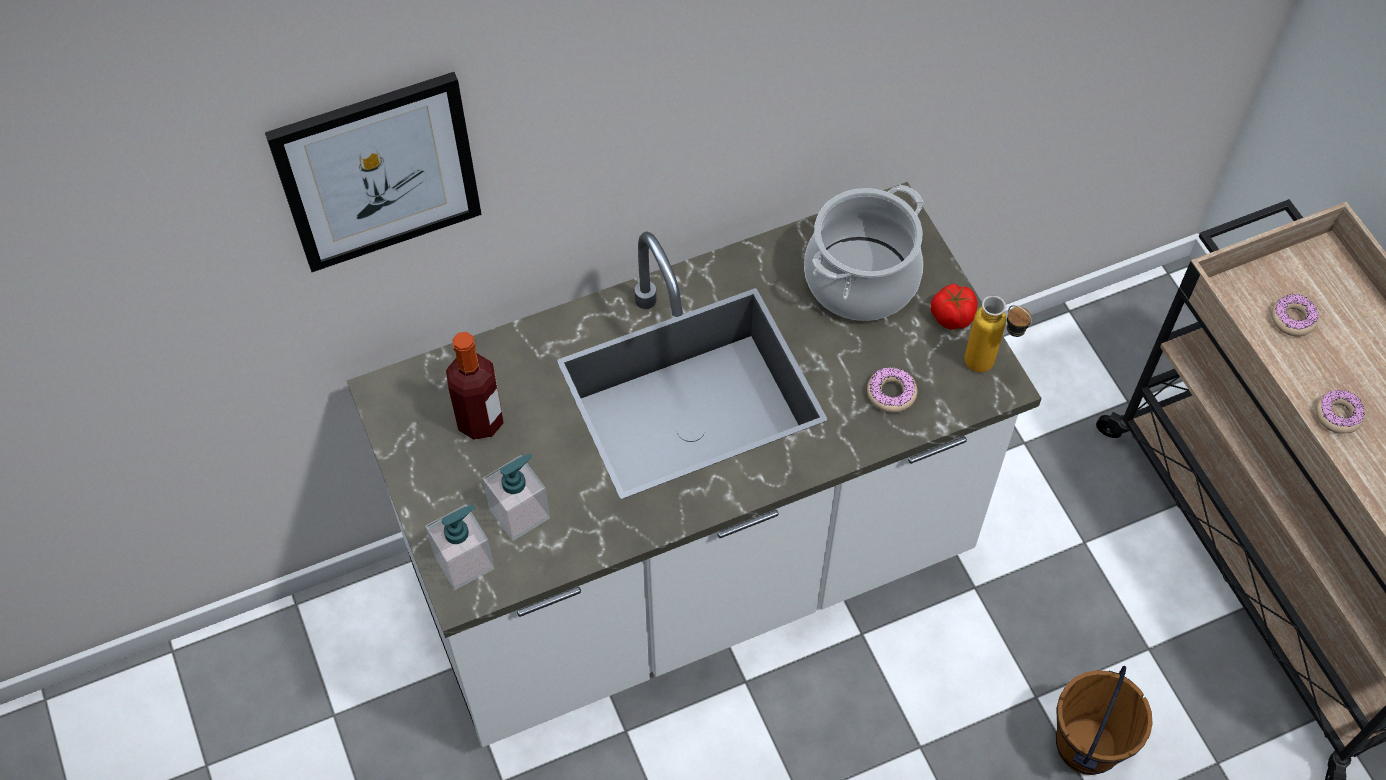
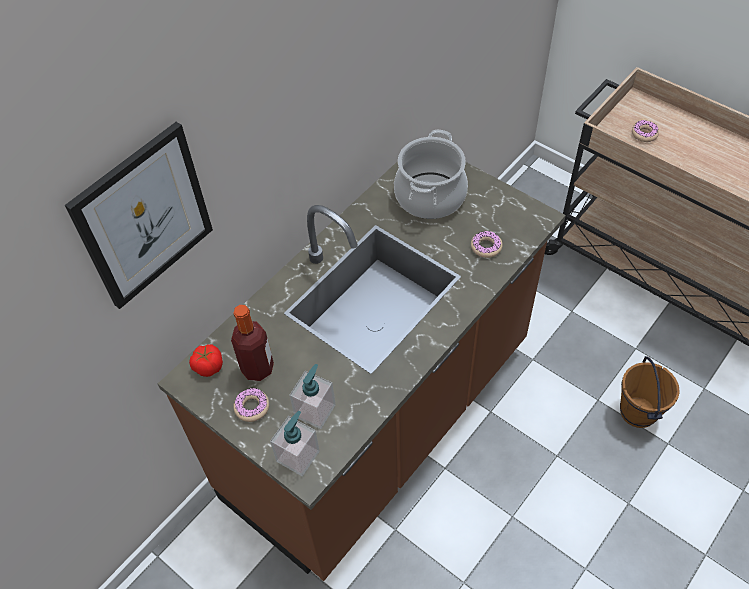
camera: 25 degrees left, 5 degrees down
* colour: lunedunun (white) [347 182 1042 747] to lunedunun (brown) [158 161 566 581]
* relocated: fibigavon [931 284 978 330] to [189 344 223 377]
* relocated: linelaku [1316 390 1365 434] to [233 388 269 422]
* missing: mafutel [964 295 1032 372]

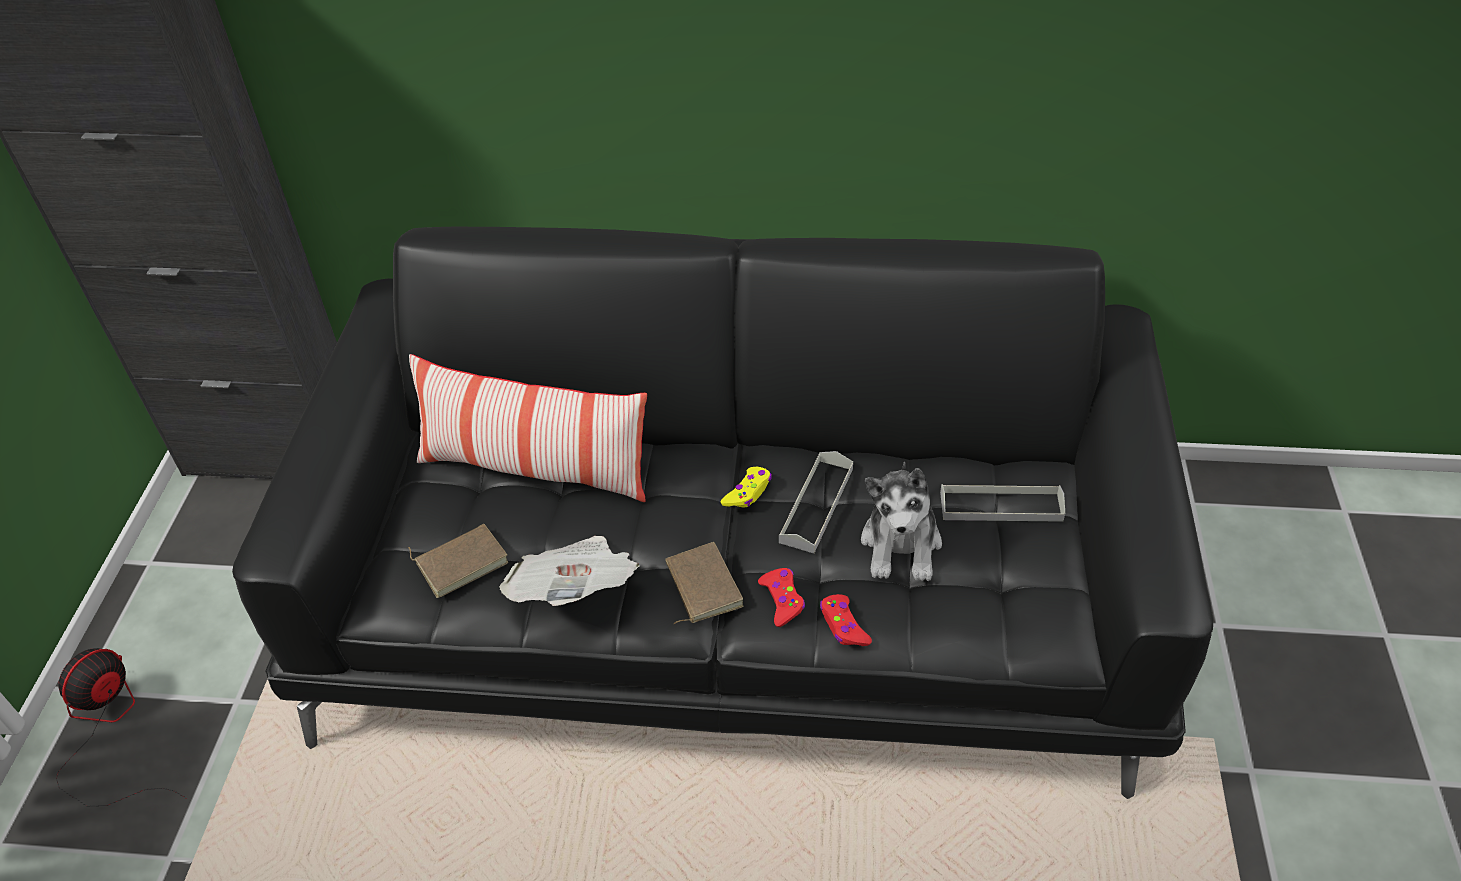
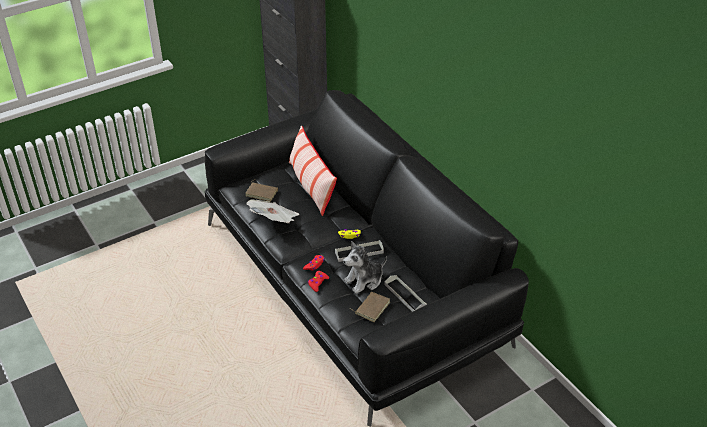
camera: 50 degrees right, 5 degrees down
* relocated: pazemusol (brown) [665 542 744 624] to [353 292 390 322]
* missing: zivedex [56 648 186 806]

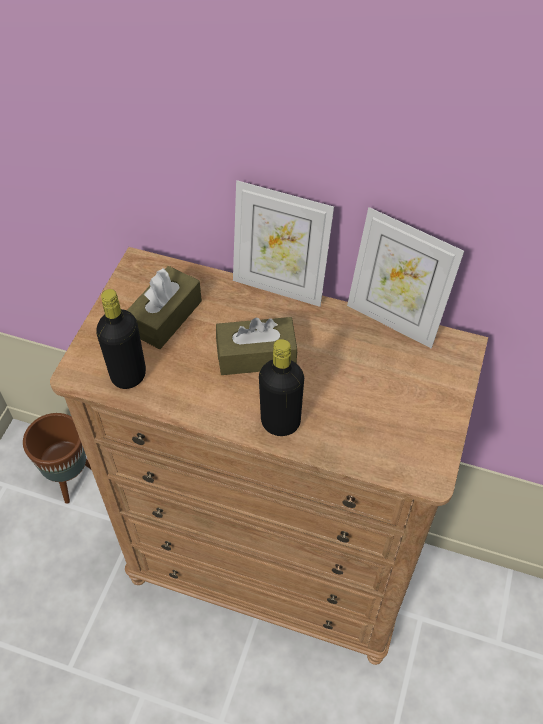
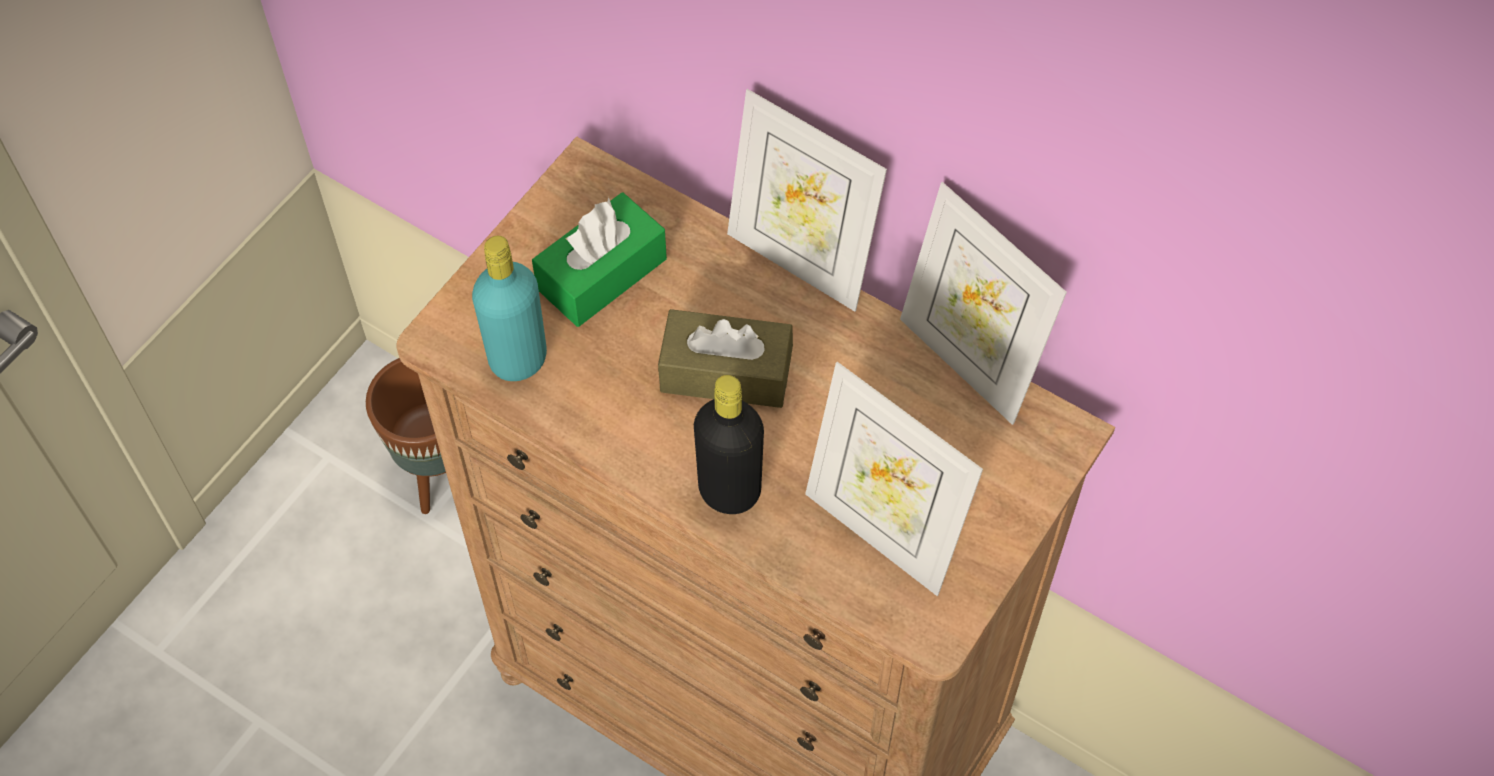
camera: 15 degrees right, 5 degrees up
* colour: mafutel (black) [96 289 146 389] to mafutel (turquoise) [472 236 547 381]
* colour: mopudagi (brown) [127 266 202 349] to mopudagi (green) [532 193 667 327]
* appeared: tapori [805 362 983 596]

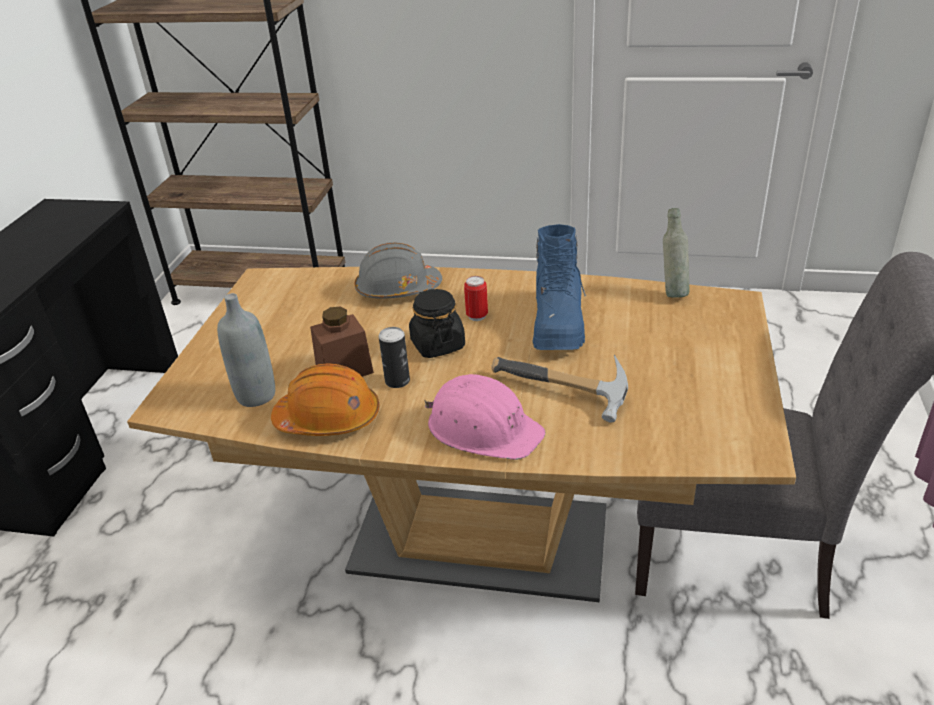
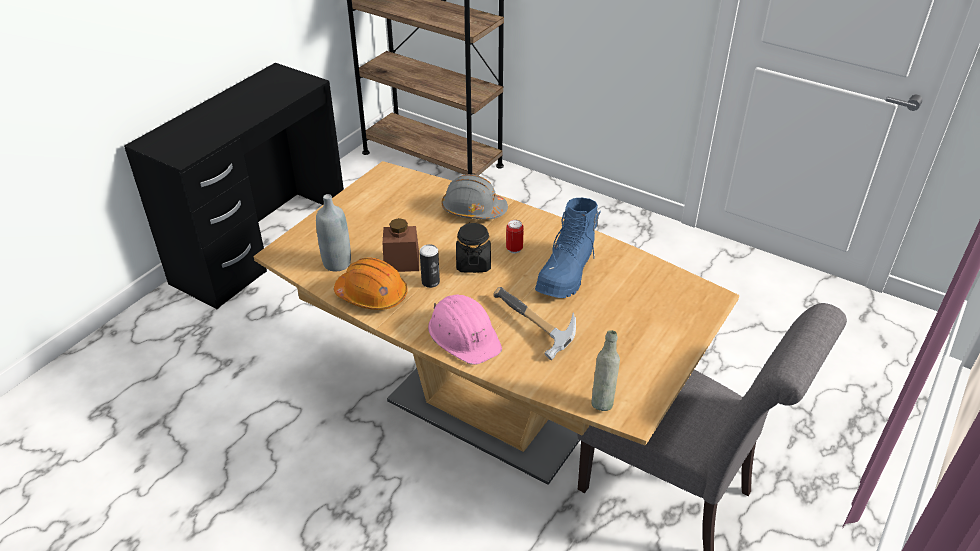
camera: 20 degrees right, 5 degrees up
* relocated: mafutel (grey) [663 208 690 298] to [592 330 620 411]

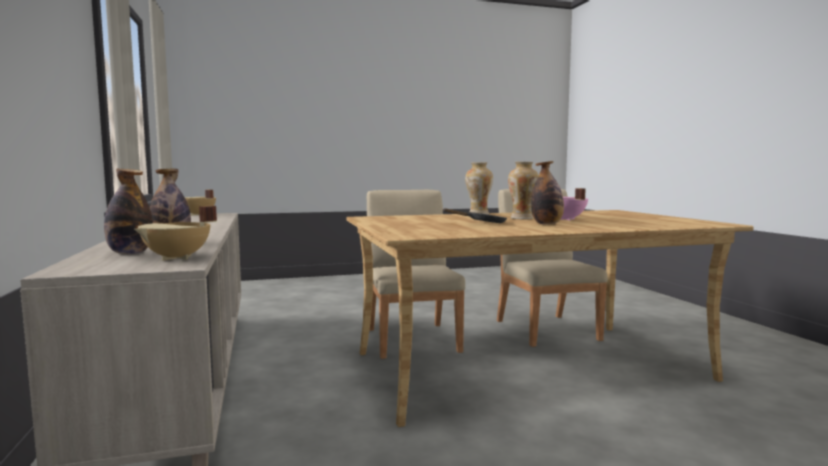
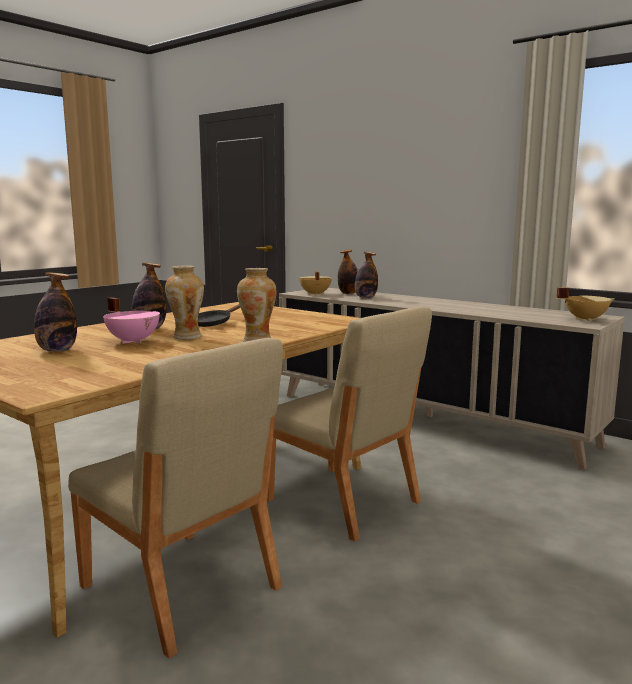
camera: 145 degrees right, 5 degrees up
* appeared: mafutel [34 273 77 352]

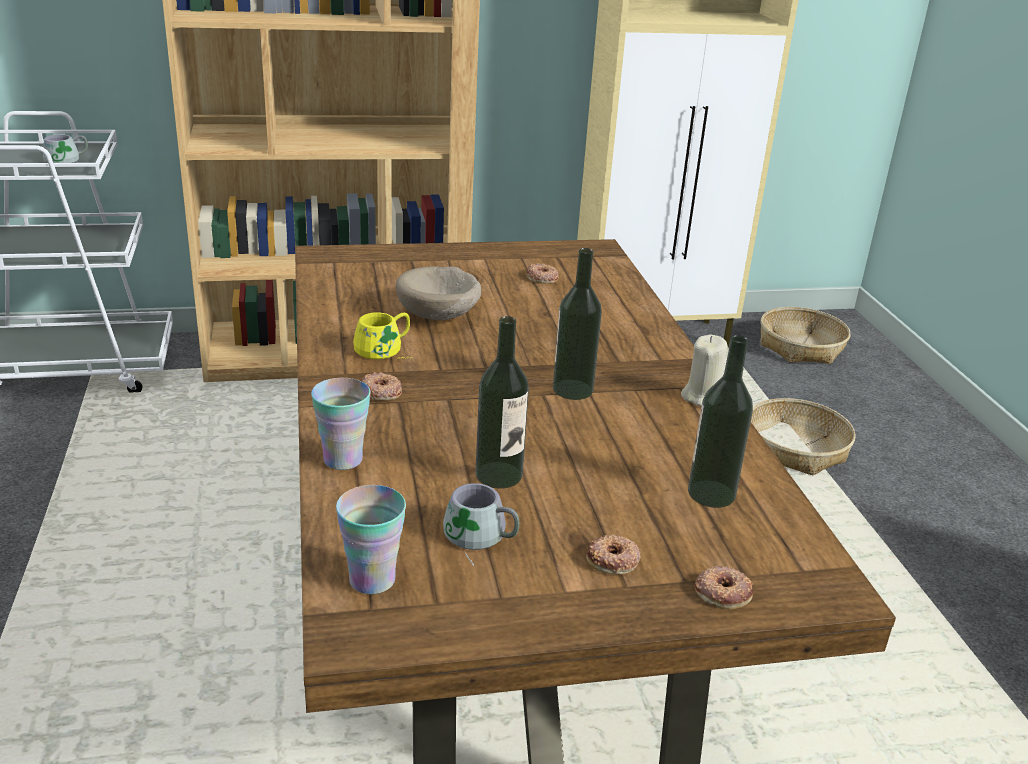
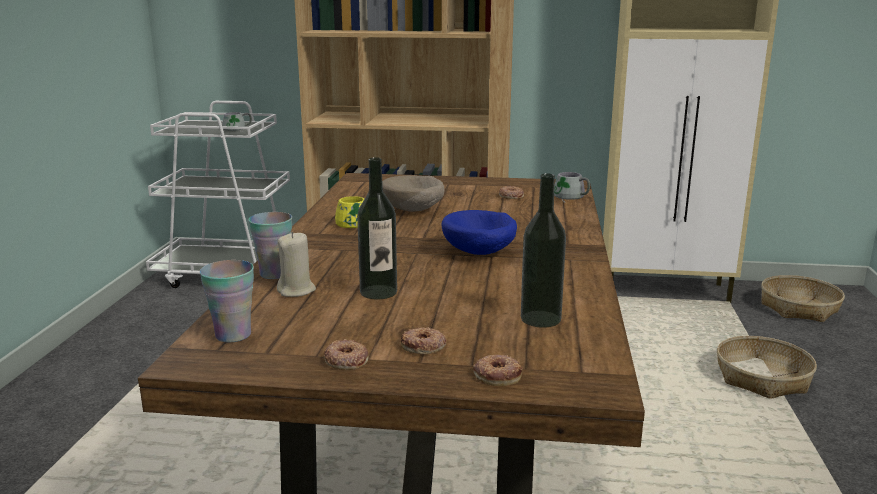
camera: 20 degrees right, 10 degrees down
* relocated: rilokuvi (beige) [681 335 727 406] to [277 232 316 297]
* relocated: linelaku [361 372 402 401] to [324 339 369 370]
* exchanged: mafutel [553 248 602 400] to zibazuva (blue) [442 210 517 255]
* relocated: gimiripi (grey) [443 483 519 566] to [554 172 590 202]

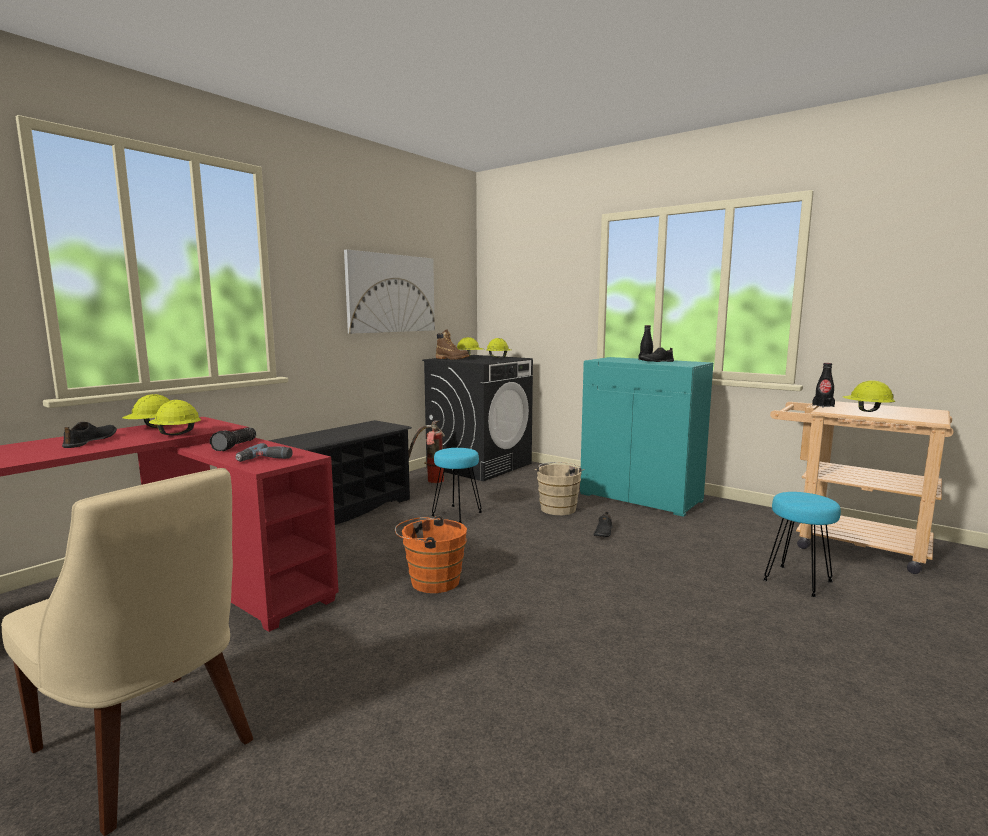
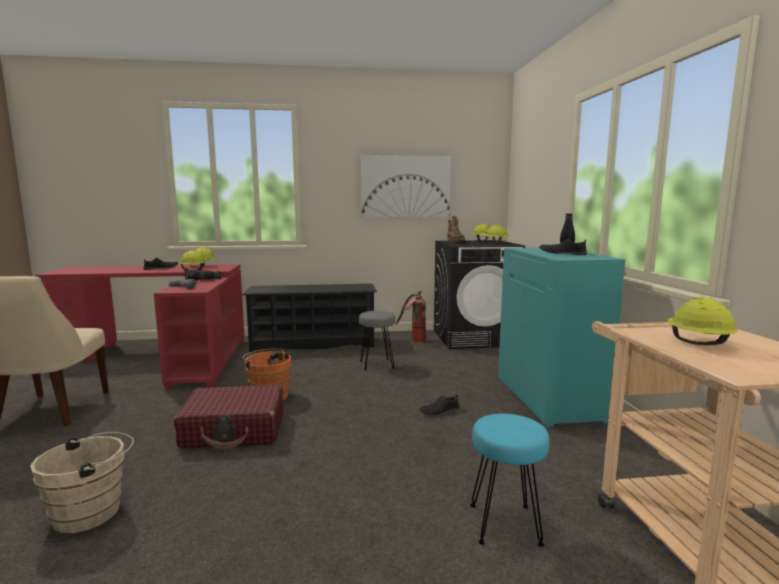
camera: 45 degrees right, 0 degrees up
* relocated: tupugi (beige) [535 462 584 515] to [30 432 134 533]
* appeared: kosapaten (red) [174 385 283 449]
* colour: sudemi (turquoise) [431 448 482 523] to sudemi (grey) [359 311 395 370]
* missing: mafutel (black) [812 363 835 407]

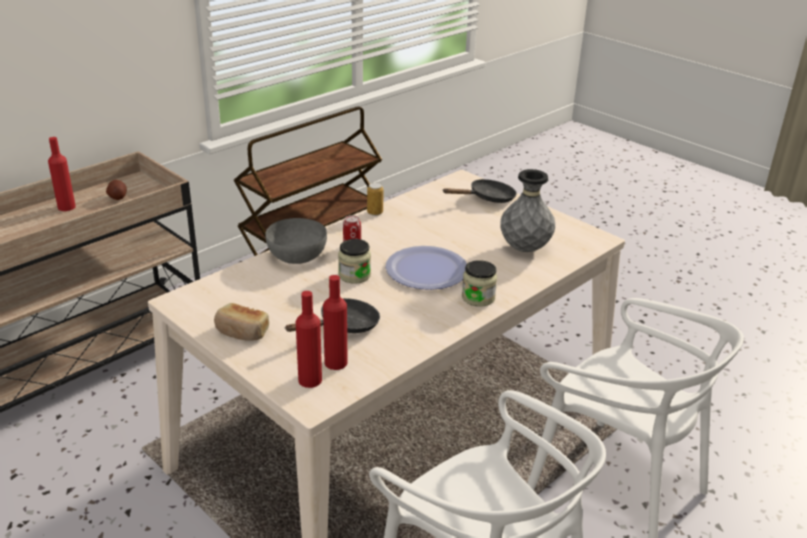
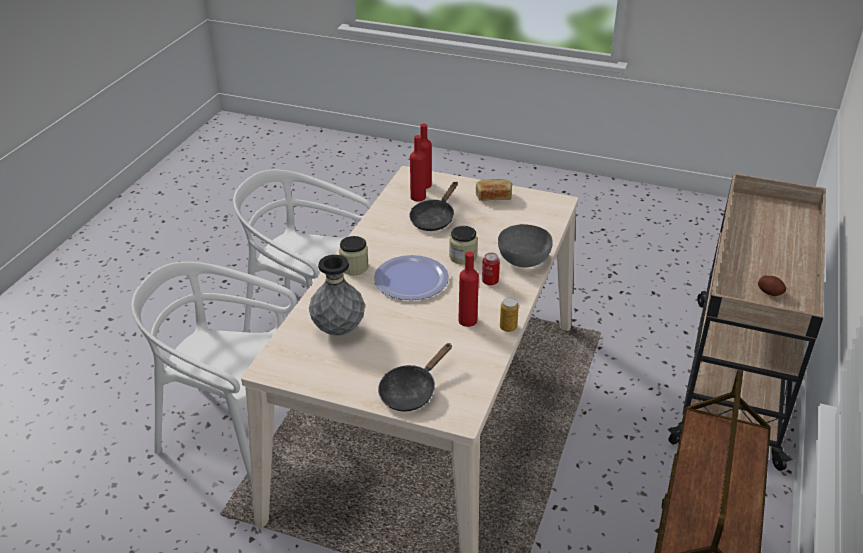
camera: 155 degrees right, 5 degrees up
* relocated: mafutel (red) [48 137 76 211] to [458 252 479 327]

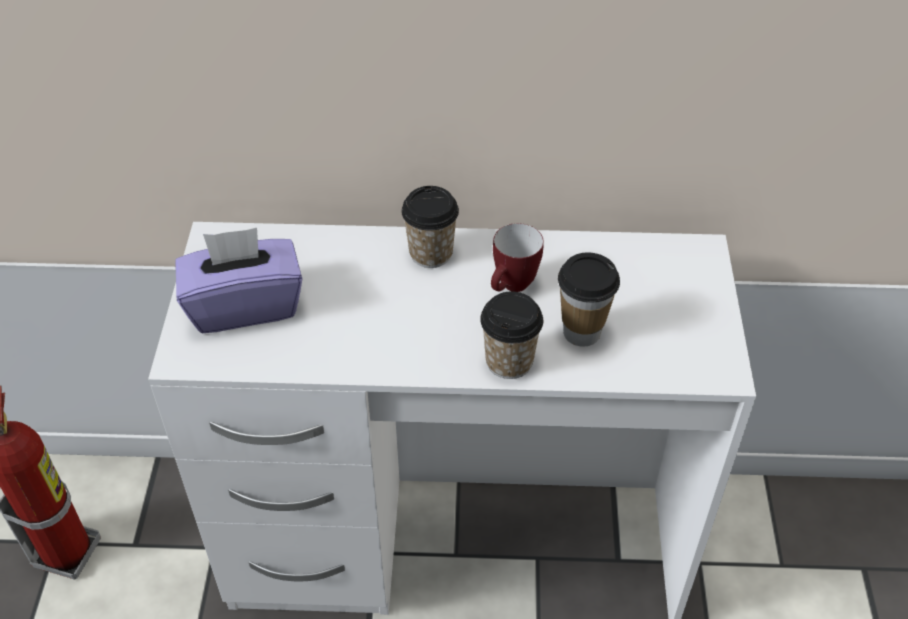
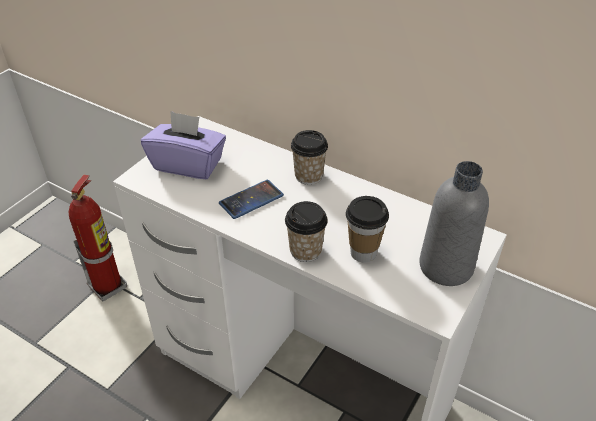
camera: 30 degrees right, 5 degrees down
* appeared: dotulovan [219 180 284 219]
* appeared: mafutel (grey) [419 161 489 286]
* missing: gimiripi [491 223 544 292]

